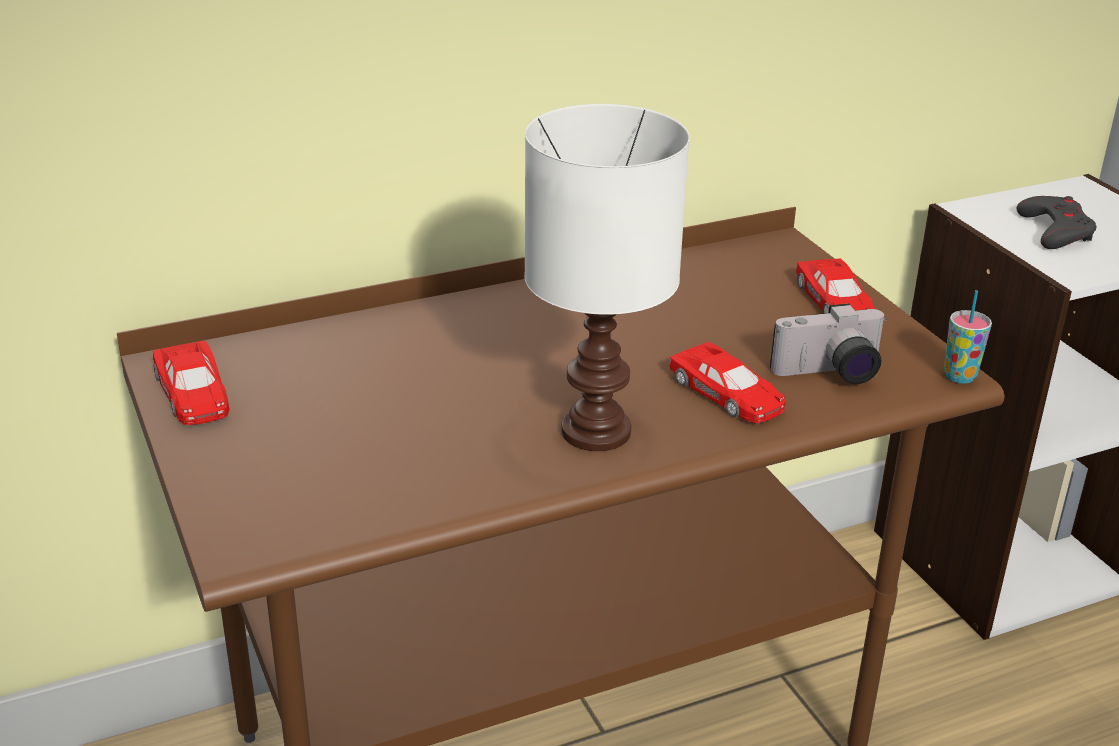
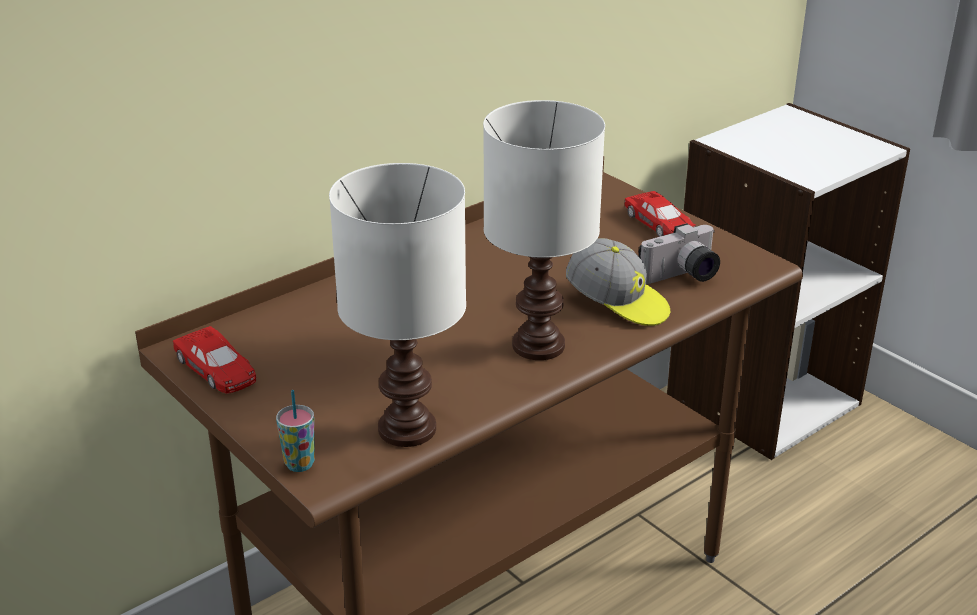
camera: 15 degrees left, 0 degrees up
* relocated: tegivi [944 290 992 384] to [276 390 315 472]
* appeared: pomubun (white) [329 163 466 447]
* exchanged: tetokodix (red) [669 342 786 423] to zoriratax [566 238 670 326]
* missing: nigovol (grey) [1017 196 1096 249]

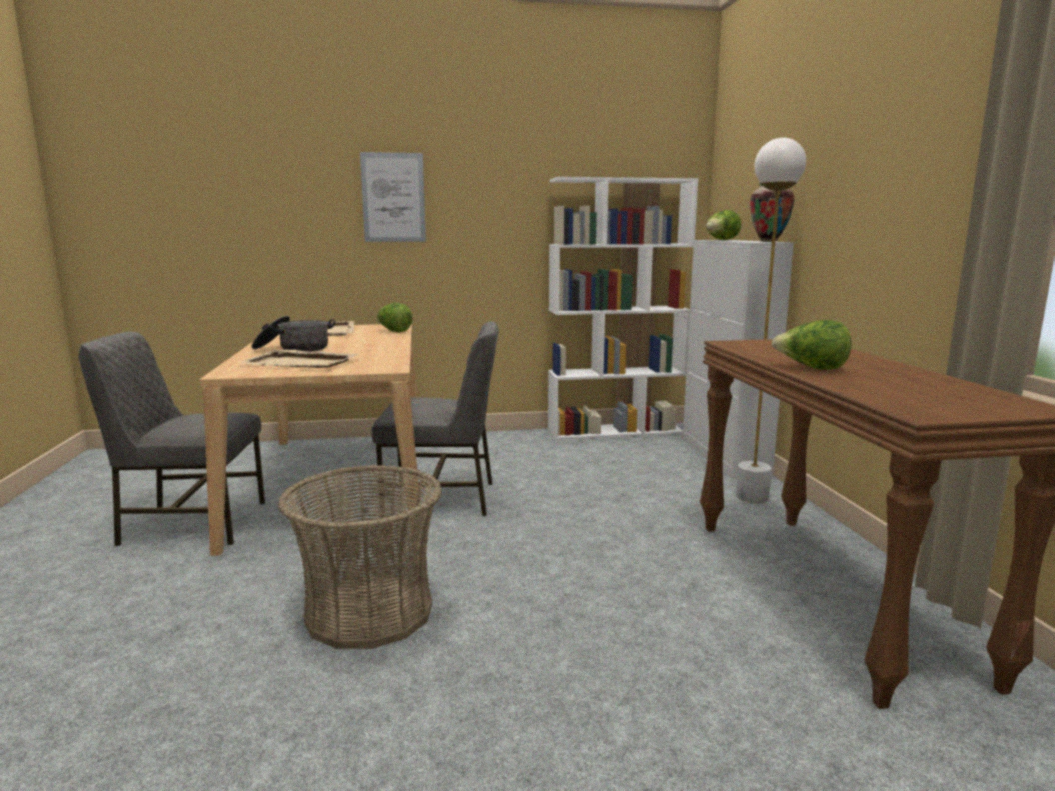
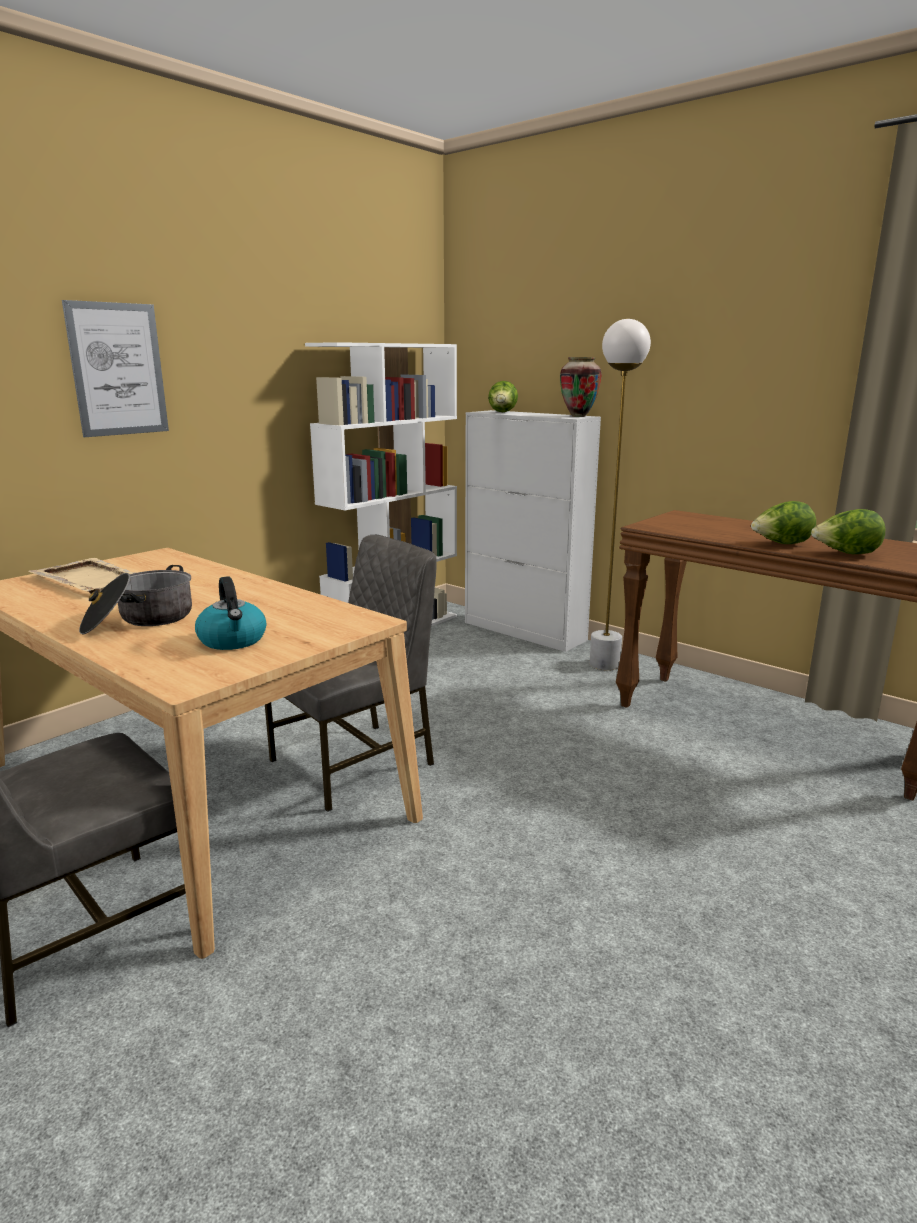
camera: 40 degrees left, 5 degrees up
* exchanged: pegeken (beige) [238 350 358 368] to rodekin [195 576 266 650]
* relocated: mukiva [377 302 413 332] to [811 509 885 554]
* missing: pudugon [278 465 442 649]

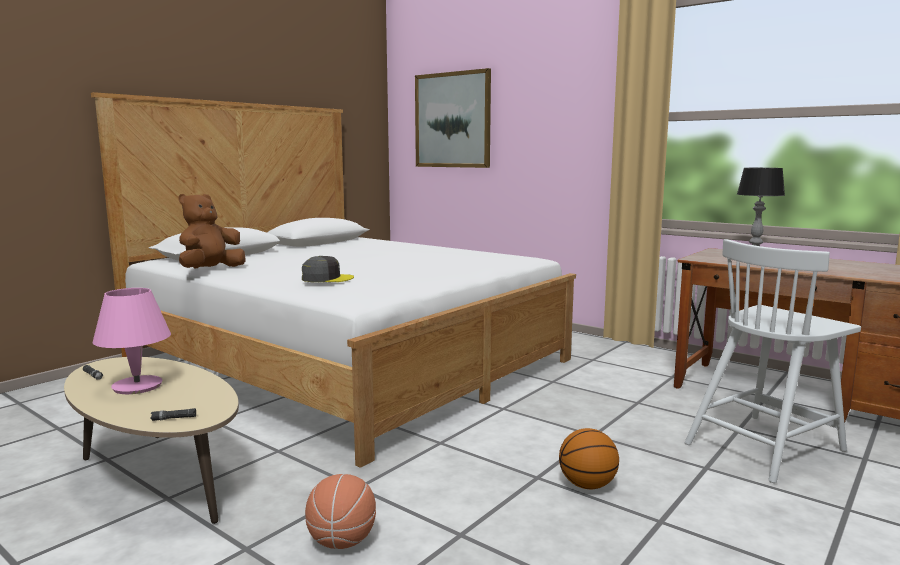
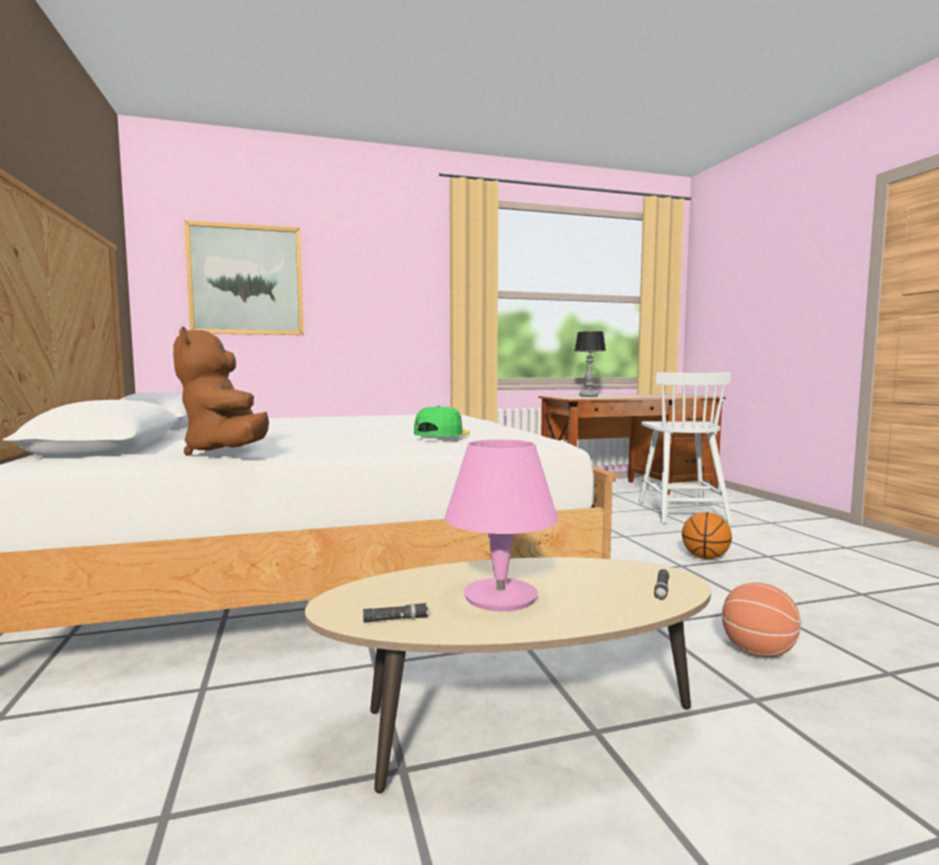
camera: 55 degrees left, 5 degrees down
* colour: zoriratax (grey) [302 256 354 282] to zoriratax (green) [414 406 470 437]

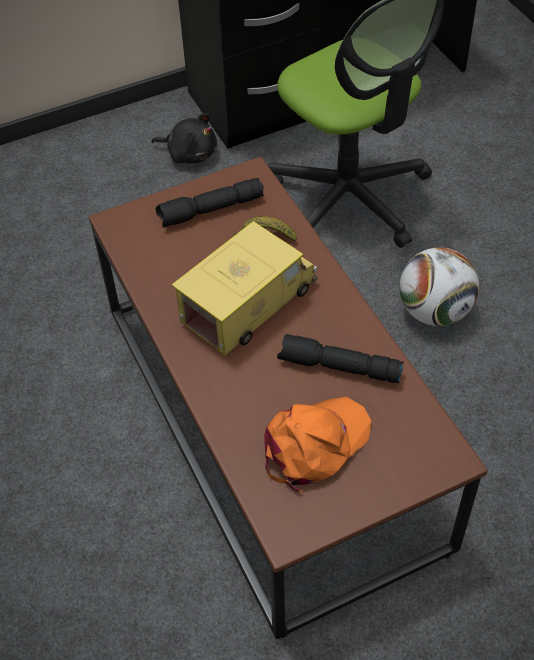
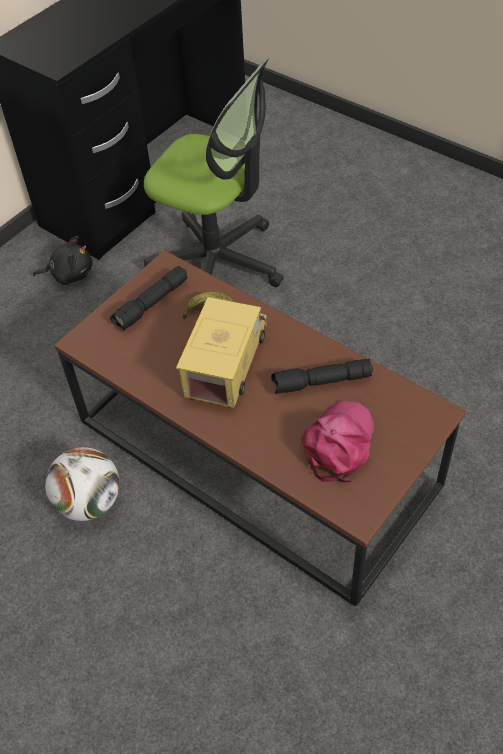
camera: 25 degrees left, 0 degrees up
* relocated: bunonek [399 247 479 326] to [45 447 120 521]
* colour: zoriratax (orange) [264 397 371 493] to zoriratax (pink) [302 401 374 482]

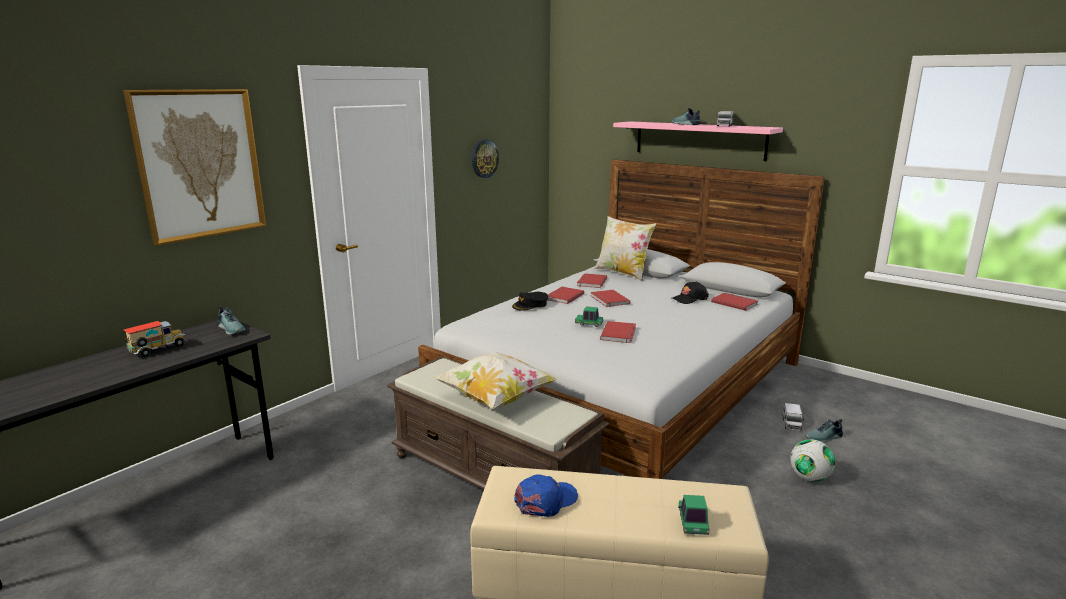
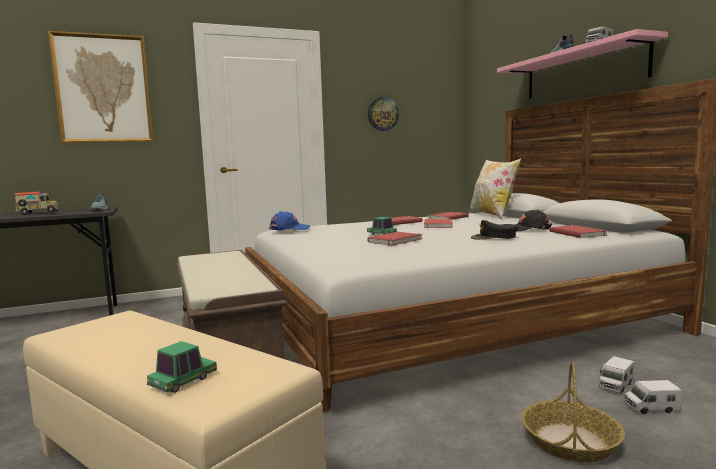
camera: 30 degrees right, 10 degrees down
* relocated: zoriratax (blue) [514 474 578 517] to [269 211 310 231]
* relocated: zoriratax (black) [512 292 548 311] to [471 220 518 240]
* exchanged: bunonek [790 439 835 482] to pudugon [521 361 625 462]
* exchanged: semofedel [805 419 843 443] to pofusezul [624 380 682 414]
* missing: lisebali [433 352 559 409]

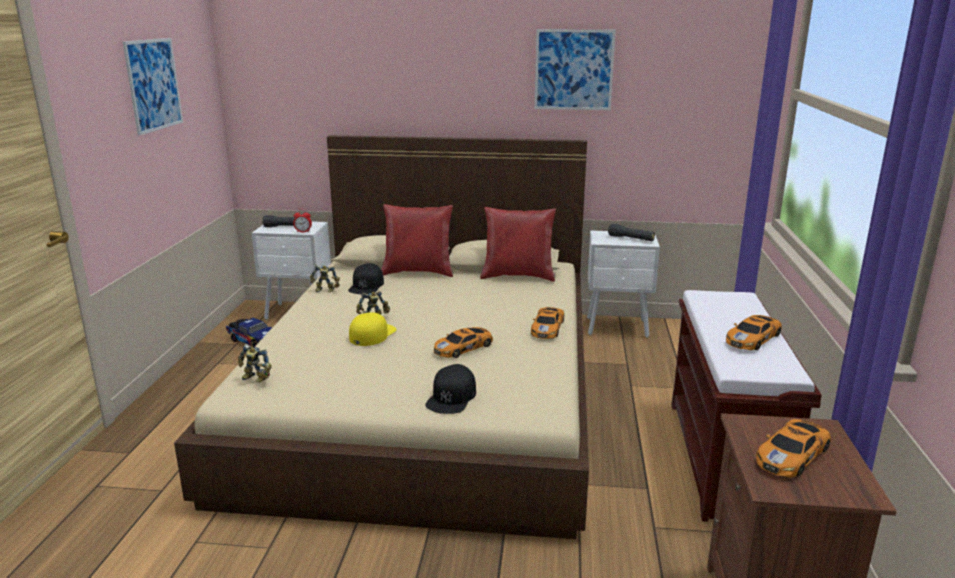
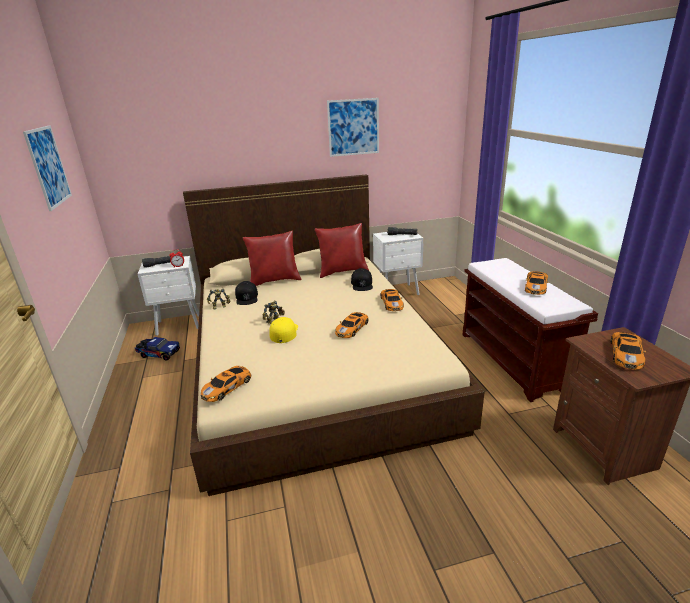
camera: 20 degrees left, 5 degrees up
* exchanged: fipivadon [238 344 272 383] to tetokodix [201 366 251 402]
* relocated: zoriratax (black) [425 364 476 414] to [351 268 373 291]

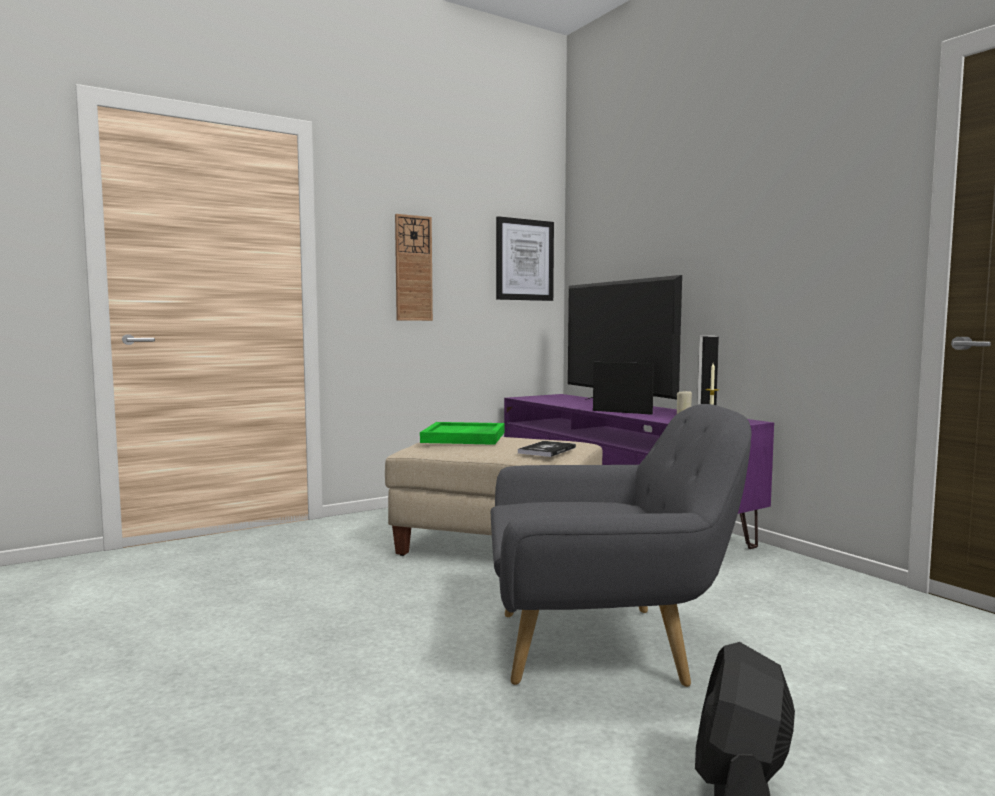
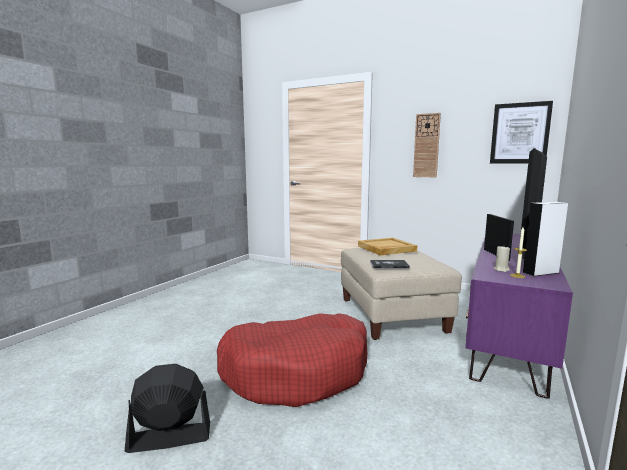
camera: 60 degrees right, 5 degrees up
* exchanged: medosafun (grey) [491 404 752 687] to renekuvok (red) [217 313 367 407]
* colour: pegeken (green) [420 422 504 445] to pegeken (beige) [358 238 417 255]

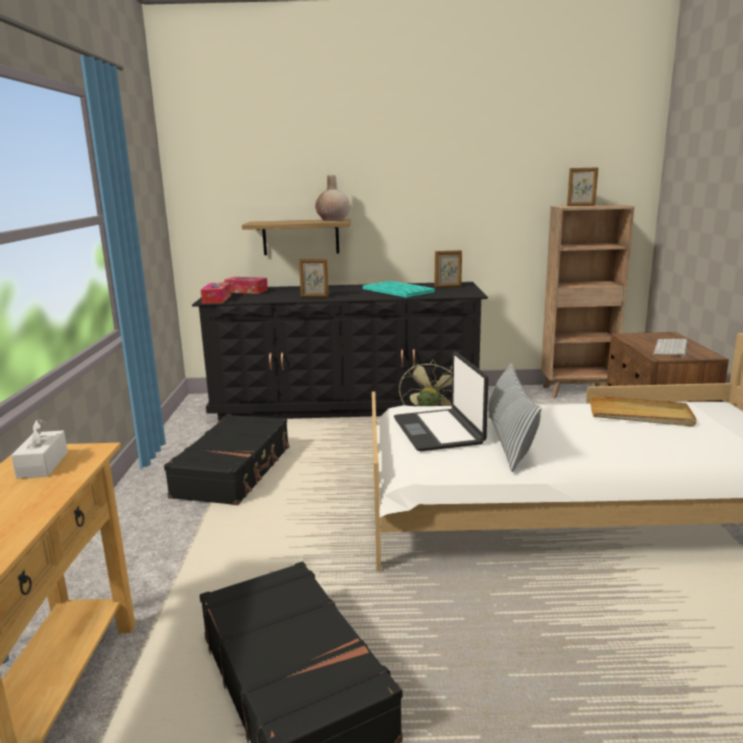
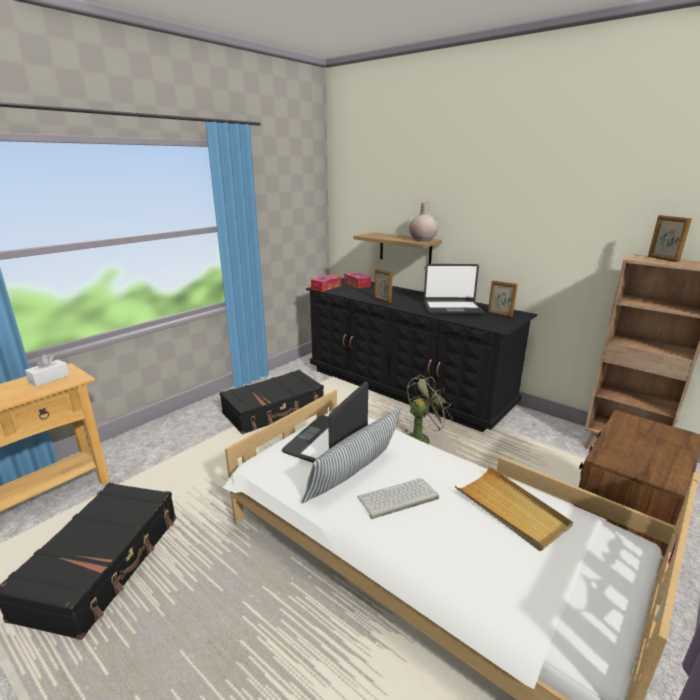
camera: 40 degrees right, 5 degrees up
* relocated: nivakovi [653 339 688 358] to [358 478 439 519]
* exchanged: pegeken (turquoise) [363 281 435 298] to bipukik [424 264 484 314]

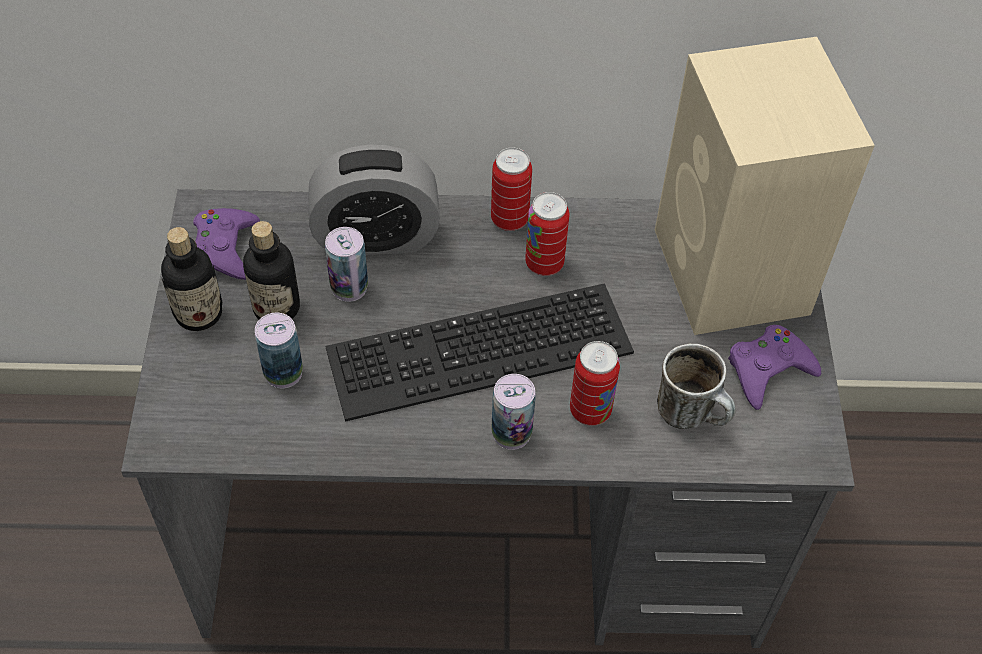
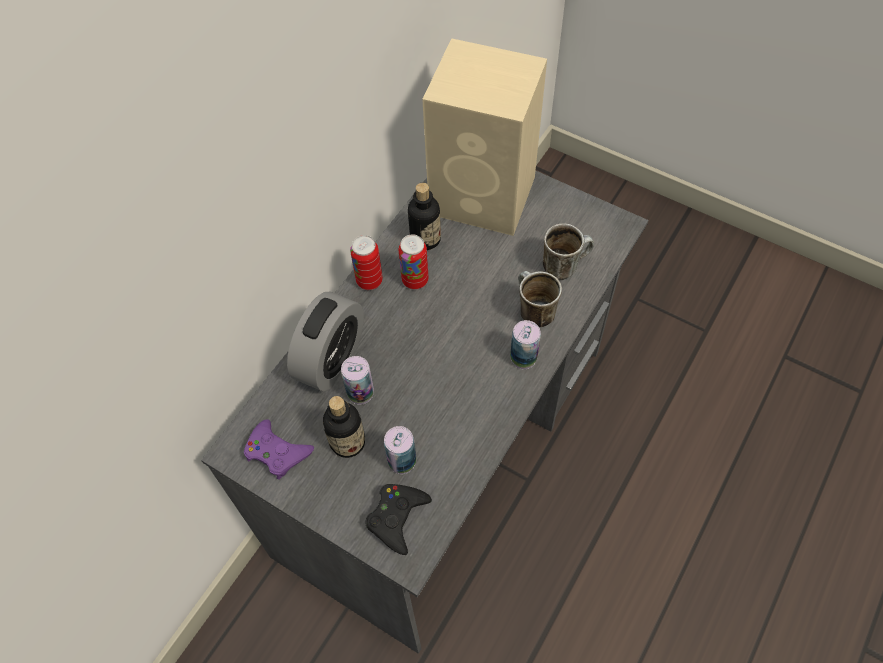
camera: 55 degrees left, 5 degrees up
* appeared: nigovol (black) [365 484 432 555]
* relocated: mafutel [161 227 222 331] to [408 183 441 250]
* exchanged: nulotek [570 341 620 426] to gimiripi [518 271 562 327]
* missing: nivakovi [325 283 634 422]
* missing: nigovol (purple) [728 325 821 410]

